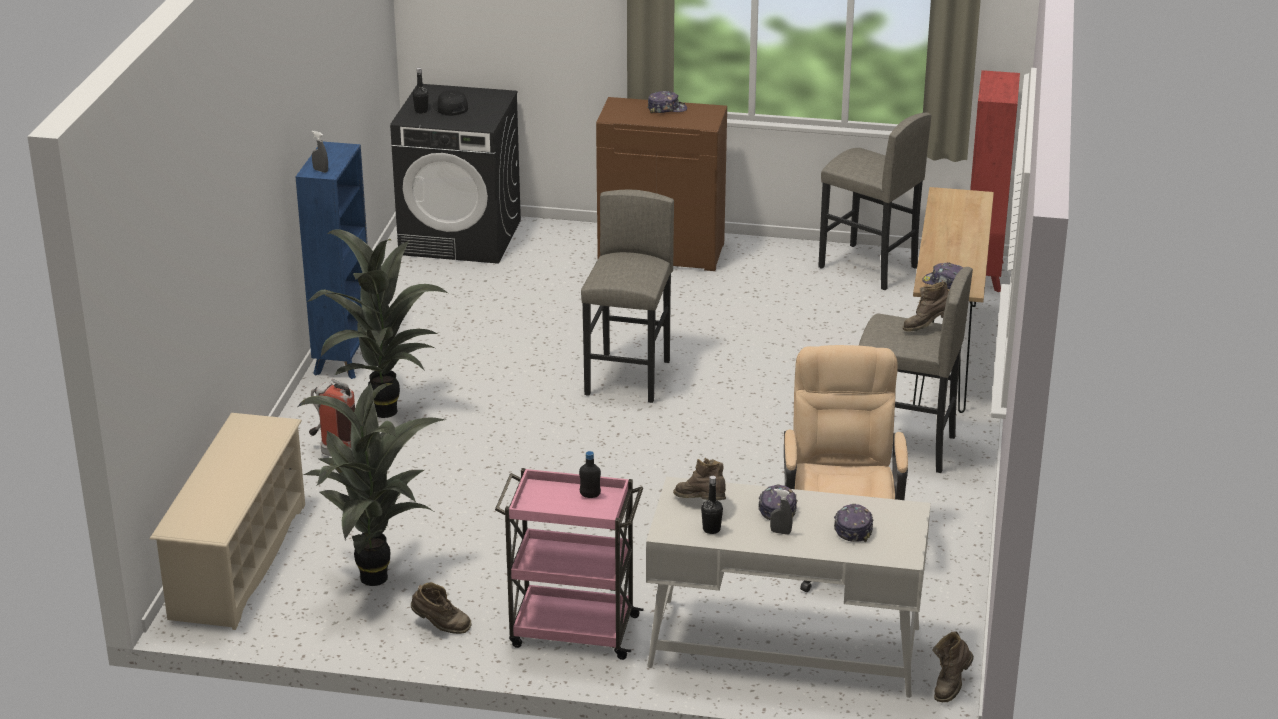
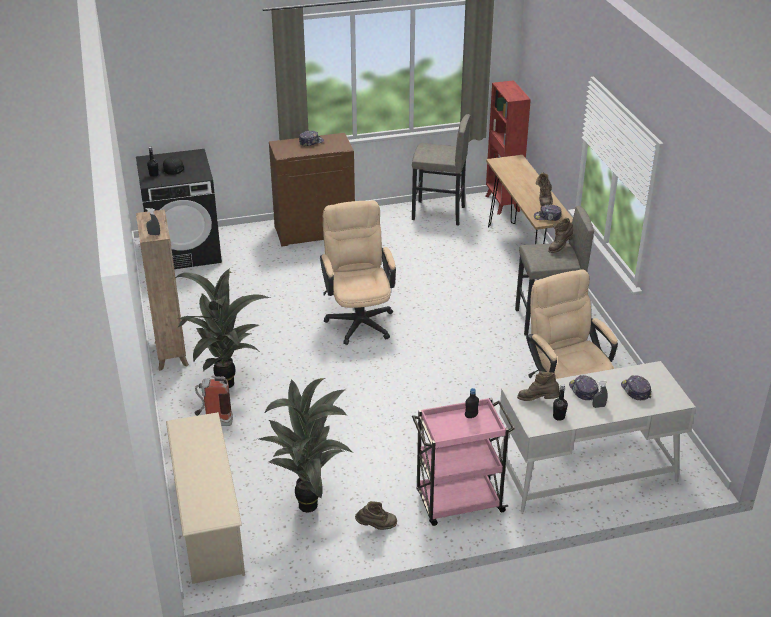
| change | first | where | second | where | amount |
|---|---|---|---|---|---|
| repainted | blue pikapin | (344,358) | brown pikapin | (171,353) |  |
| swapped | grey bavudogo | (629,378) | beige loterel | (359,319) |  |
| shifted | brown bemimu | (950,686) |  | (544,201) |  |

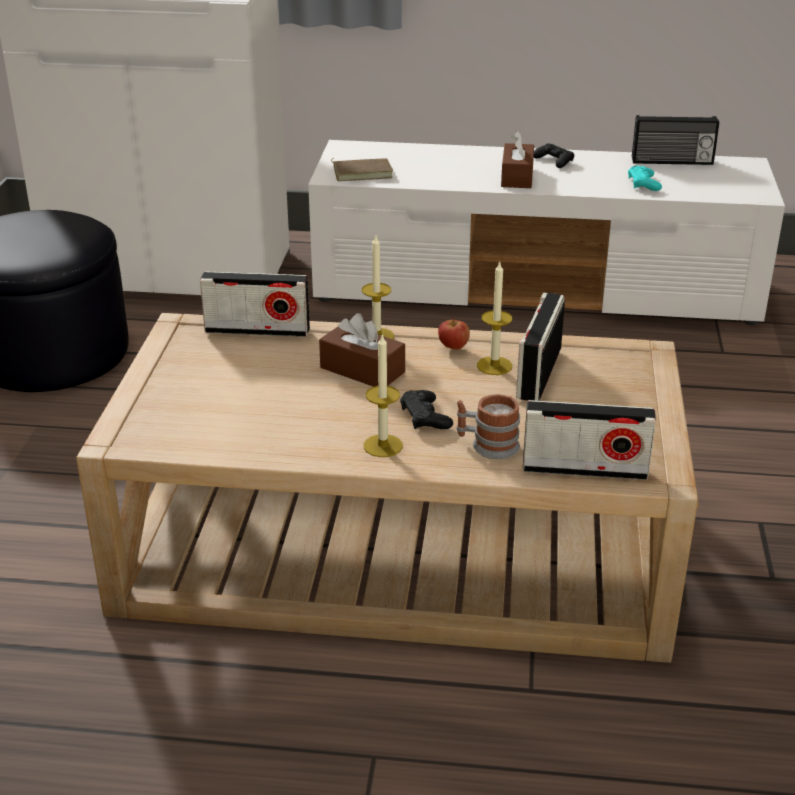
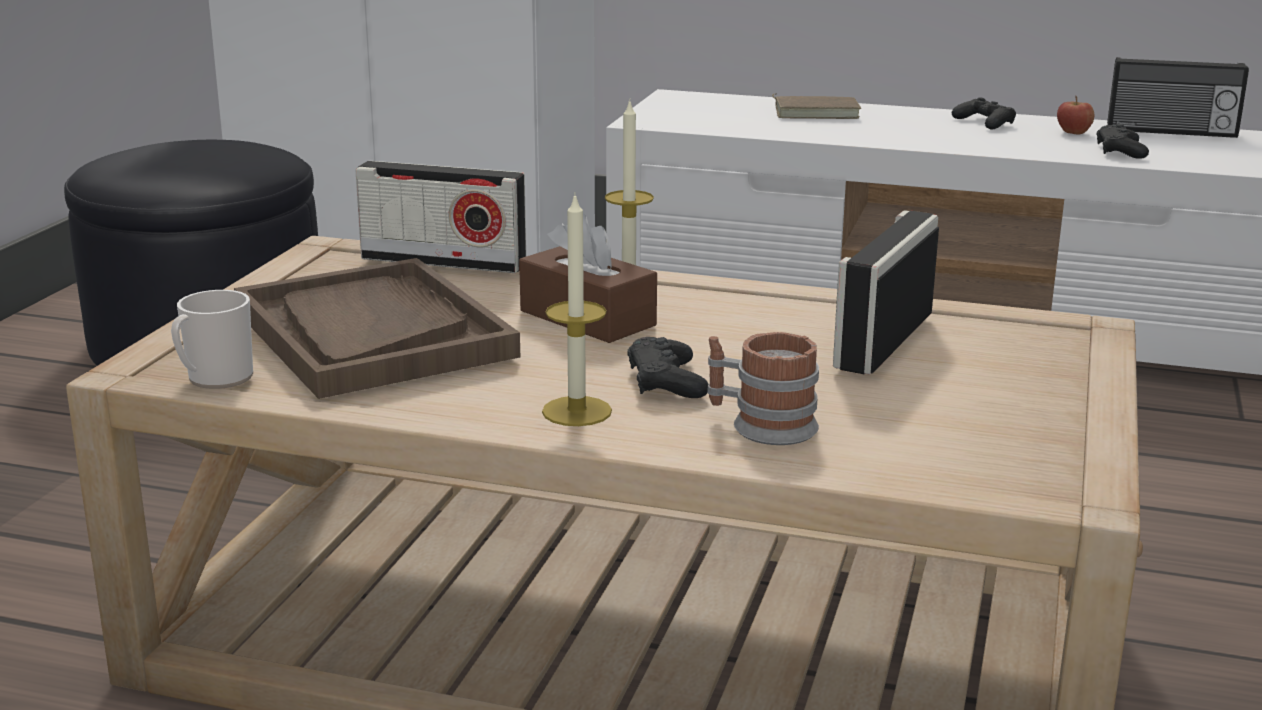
| change | first | where | second | where | amount |
|---|---|---|---|---|---|
| gone | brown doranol | (517,177) |  |  |  |
| shifted | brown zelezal | (362,172) |  | (816,112) |  |
| repainted | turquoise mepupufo | (643,184) | black mepupufo | (1120,151) |  |
| gone | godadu | (494,366) |  |  |  |
| shifted | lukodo | (453,347) |  | (1073,133) |  |
| gone | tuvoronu | (584,469) |  |  |  |
| new |  |  | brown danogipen | (372,333) |  |
| new |  |  | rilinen | (215,379) |  |

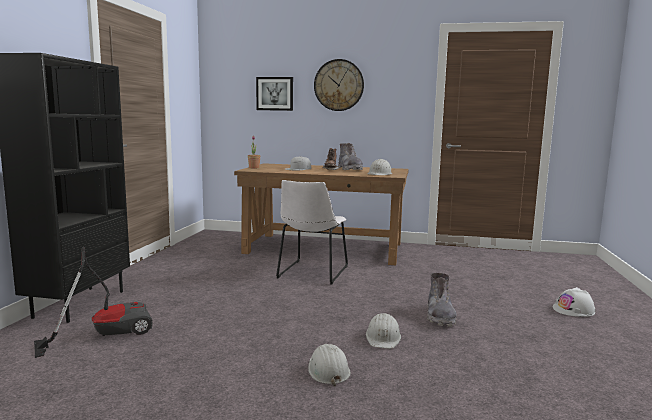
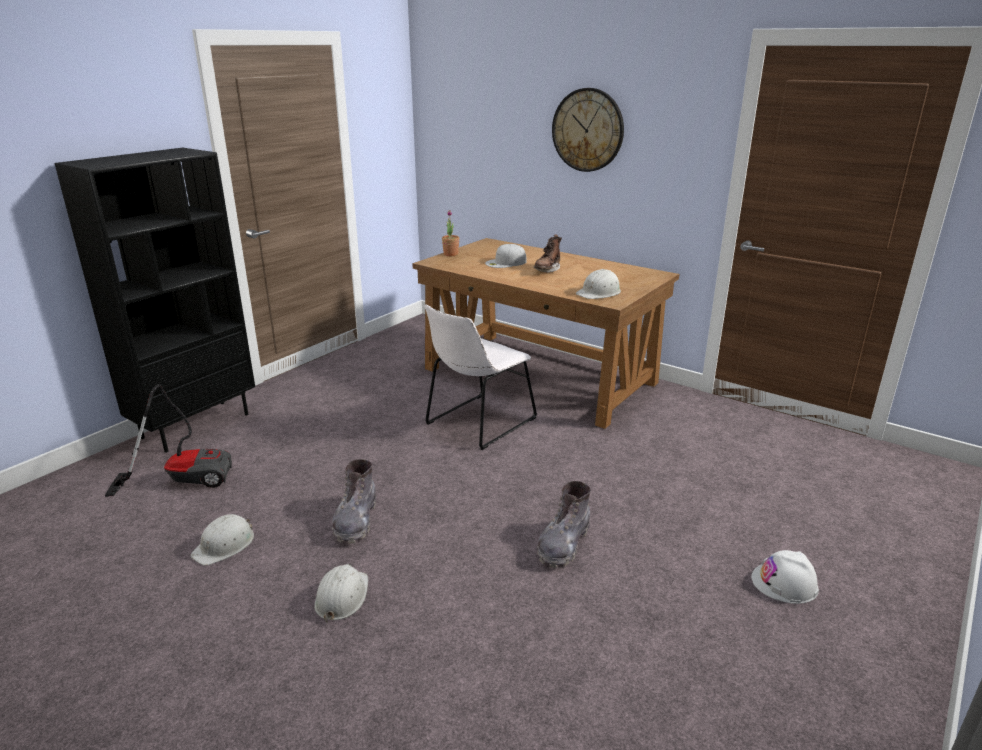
| change | first | where | second | where | amount |
|---|---|---|---|---|---|
| gone | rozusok | (275,94) |  |  |  |
| shifted | grey bemimu | (349,169) |  | (356,520) |  |
| shifted | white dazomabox | (383,337) |  | (225,545) |  |

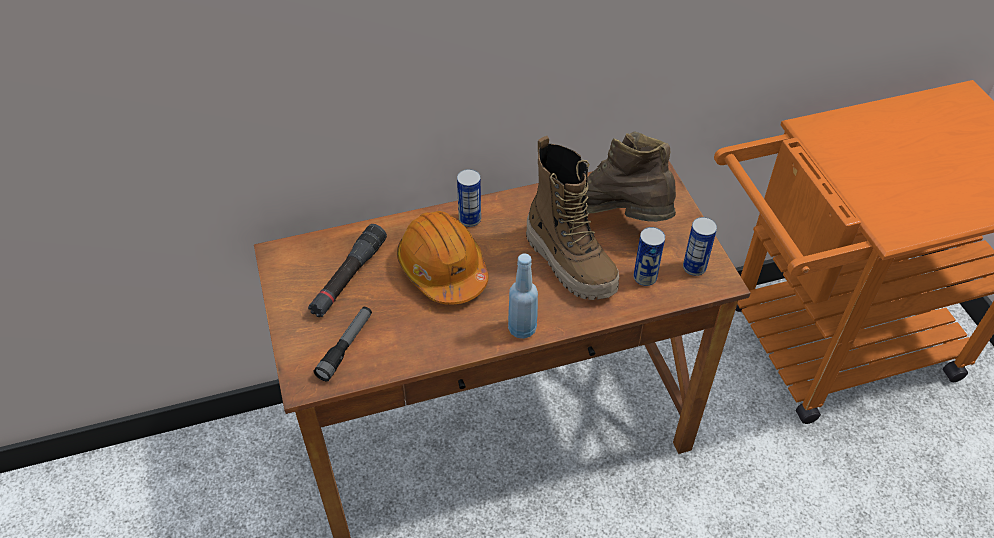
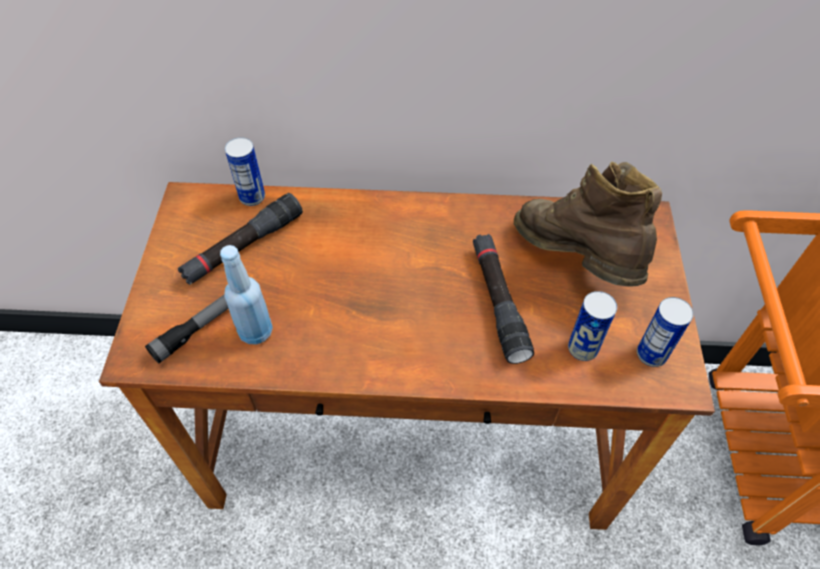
| change | first | where | second | where | amount |
|---|---|---|---|---|---|
| swapped | bemimu | (570,262) | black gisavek | (498,302) |  |
| shifted | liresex | (470,219) |  | (252,197) |  |
| gone | orange dazomabox | (442,269) |  |  |  |
| shifted | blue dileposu | (522,328) |  | (256,331) |  |

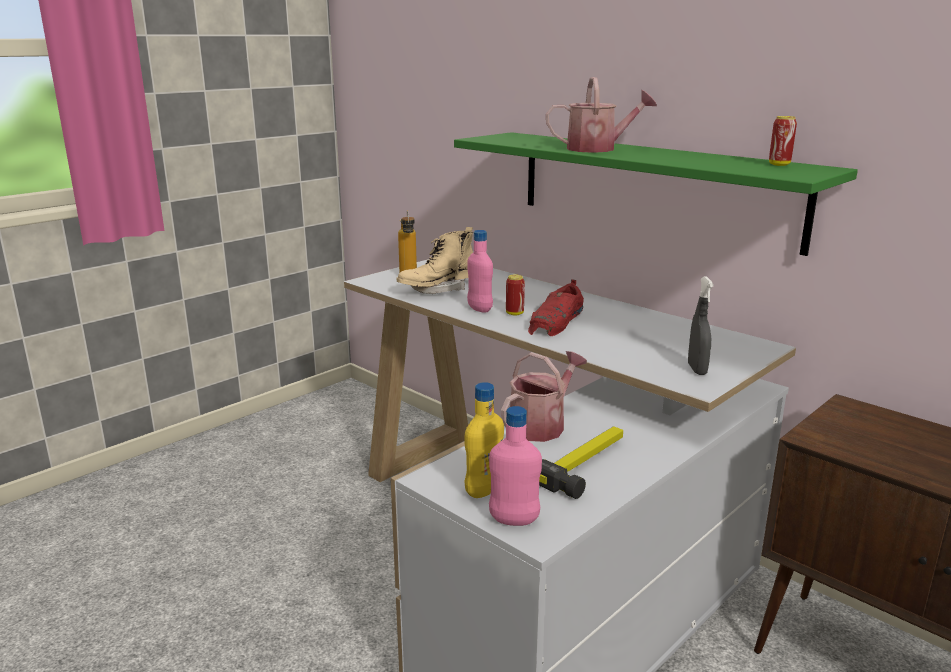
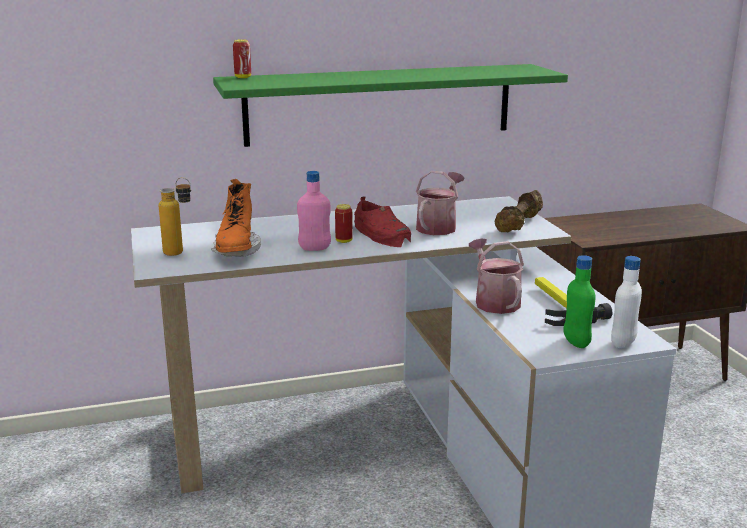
| change | first | where | second | where | amount |
|---|---|---|---|---|---|
| shifted | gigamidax | (598,149) |  | (438,226) |  |
| shifted | liresex | (779,164) |  | (243,77) |  |
| repainted | beige bemimu | (437,290) | orange bemimu | (236,251) |  |
| swapped | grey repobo | (697,369) | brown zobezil | (519,224) |  |
| repainted | yellow dileposu | (483,490) | green dileposu | (576,342) |  |
| repainted | pink dileposu | (514,520) | white dileposu | (623,343) |  |

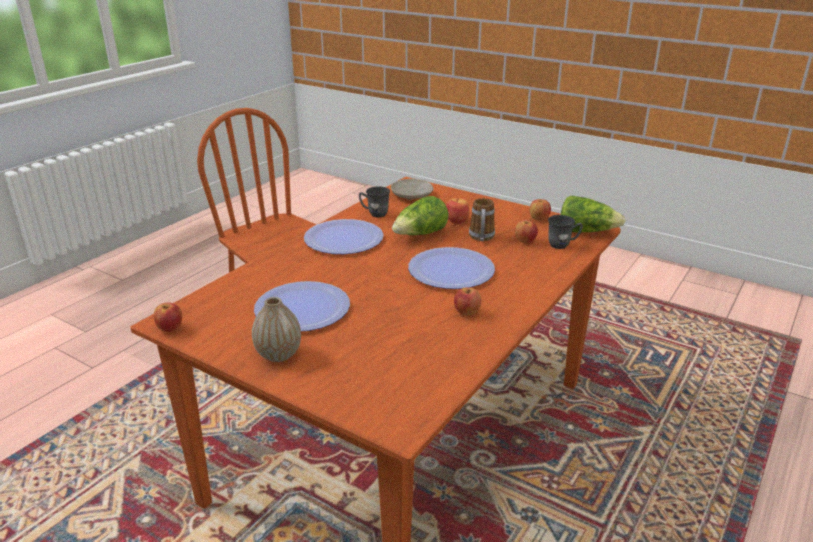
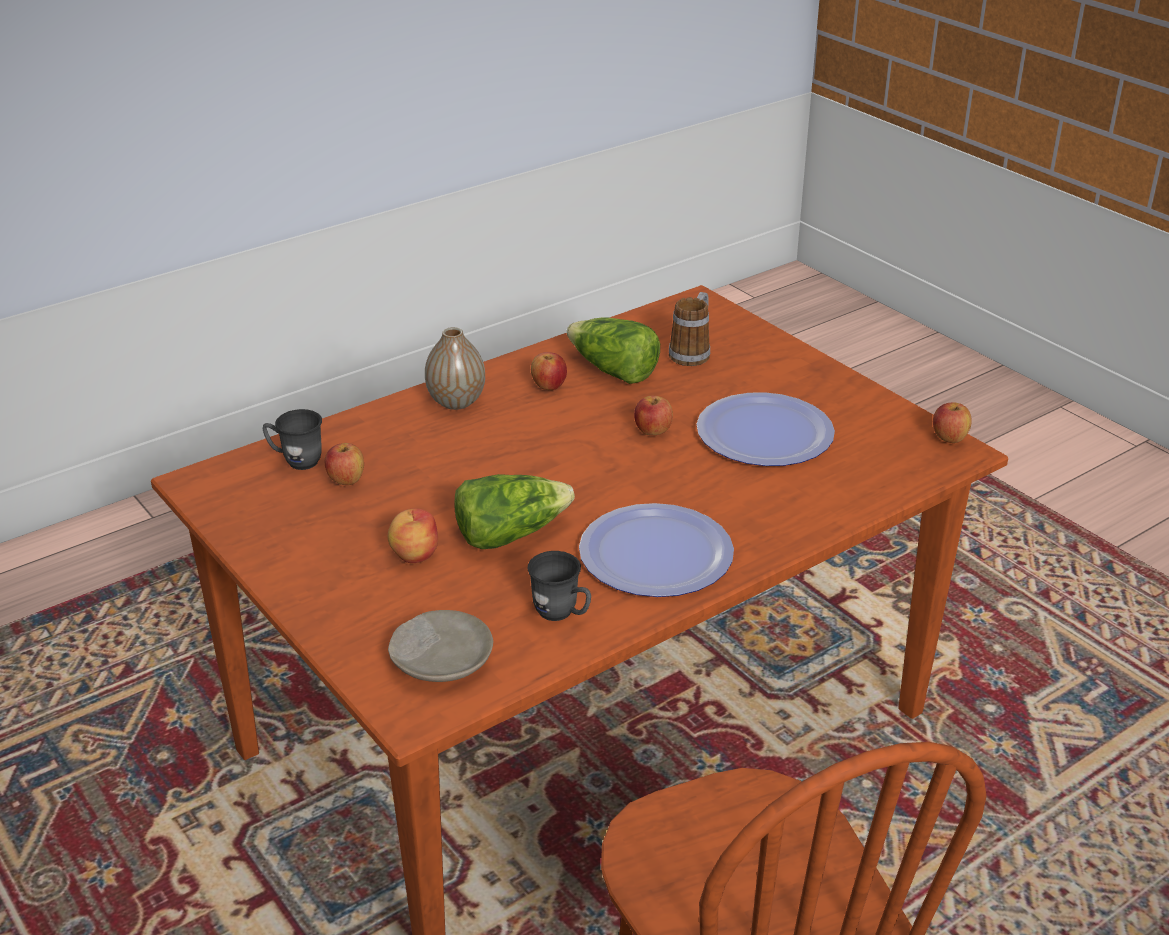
| change | first | where | second | where | amount |
|---|---|---|---|---|---|
| shifted | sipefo | (586,231) |  | (613,371) |  |
| shifted | rilinen | (481,238) |  | (692,352) |  |
| shifted | lukodo | (539,219) |  | (652,432) |  |
| gone | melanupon | (451,270) |  |  |  |
| shifted | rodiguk | (278,355) |  | (456,402) |  |

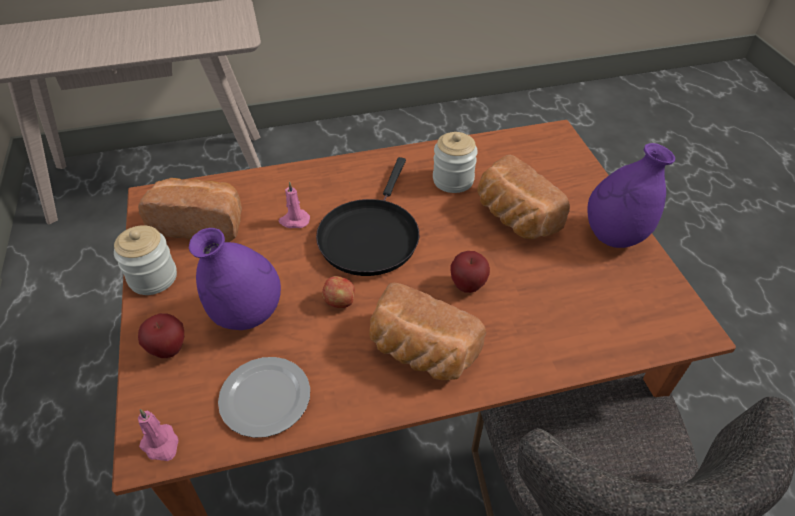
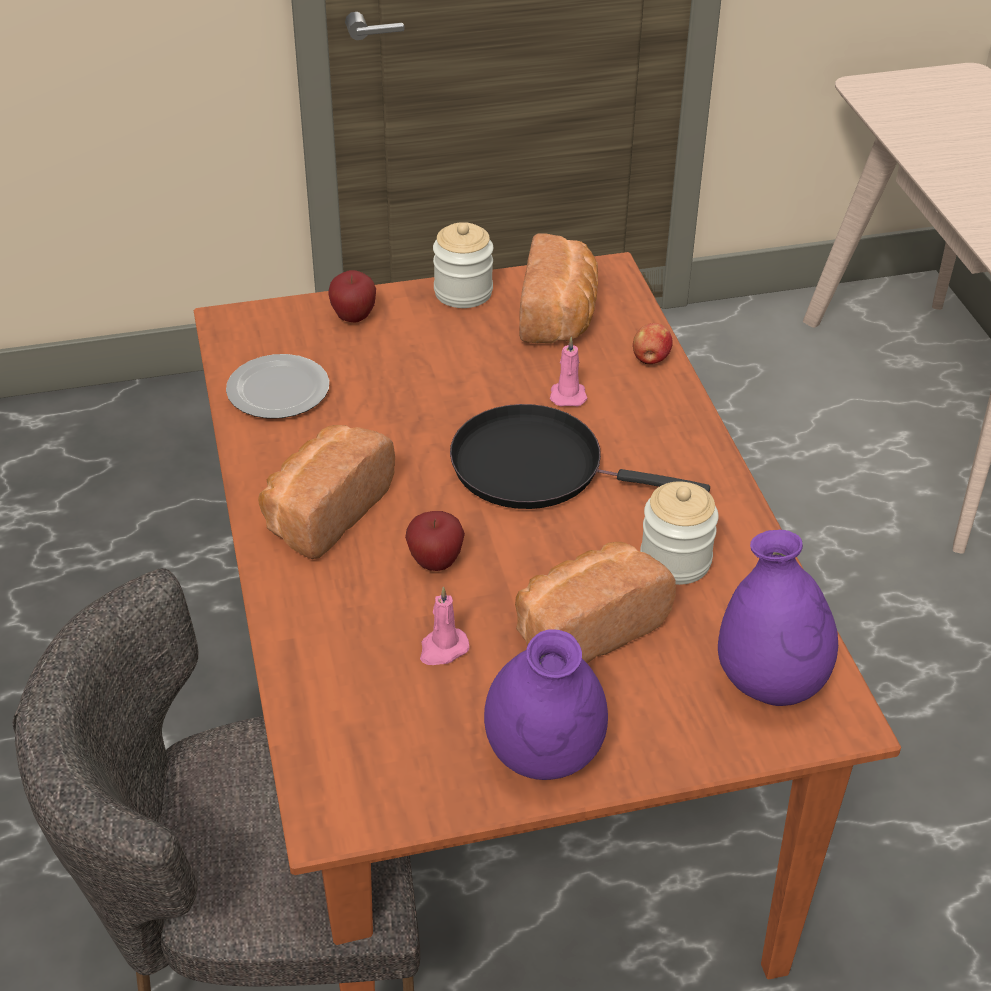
| change | first | where | second | where | amount |
|---|---|---|---|---|---|
| shifted | purple rodiguk | (247,315) |  | (770,685) |  |
| shifted | lukodo | (340,302) |  | (650,359) |  |
| shifted | pink godadu | (161,444) |  | (442,649) |  |

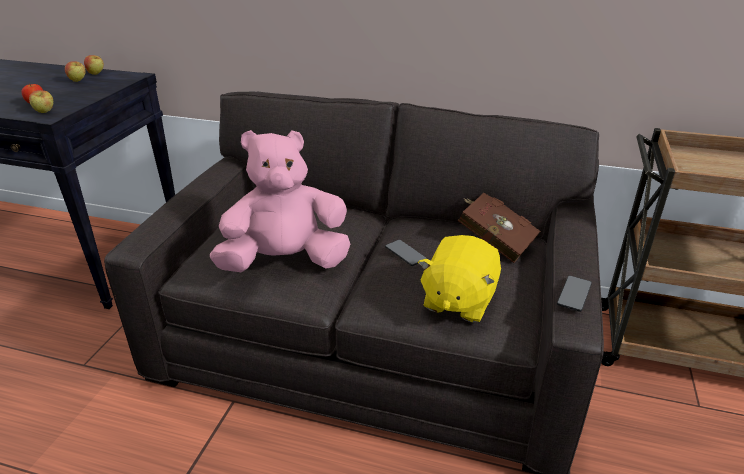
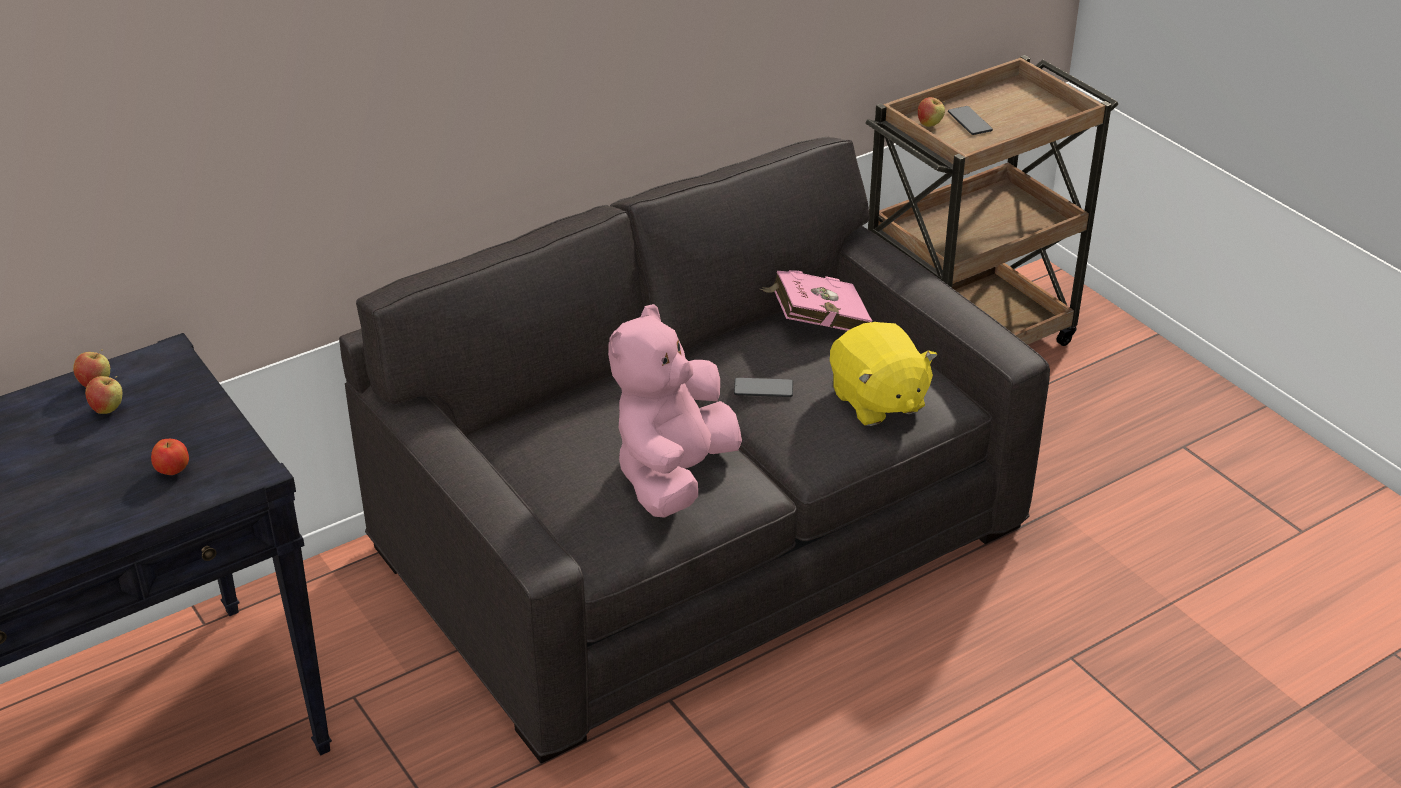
| change | first | where | second | where | amount |
|---|---|---|---|---|---|
| shifted | lukodo | (45,112) |  | (930,125) |  |
| repainted | brown zelezal | (494,241) | pink zelezal | (814,322) |  |
| shifted | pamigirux | (574,294) |  | (969,121) |  |

